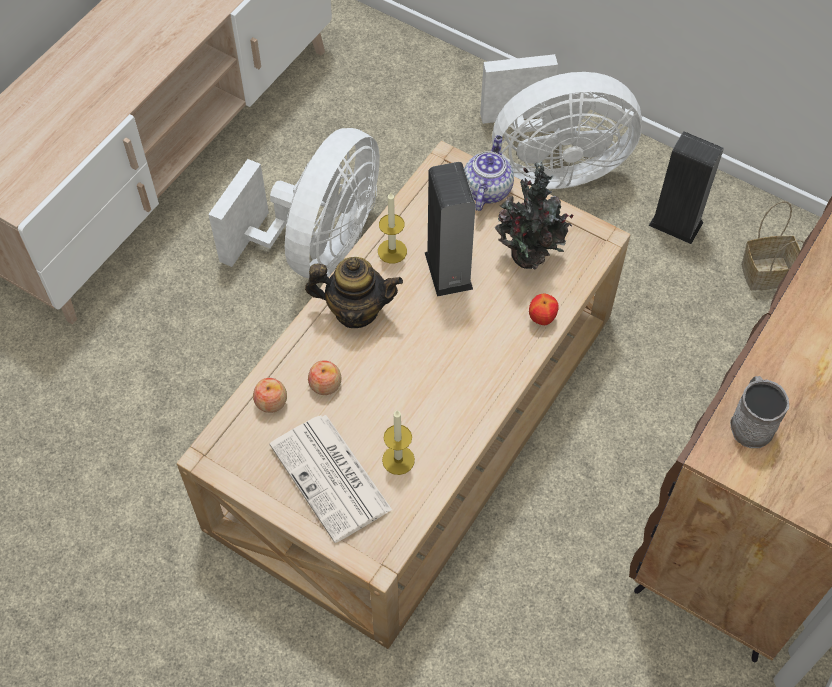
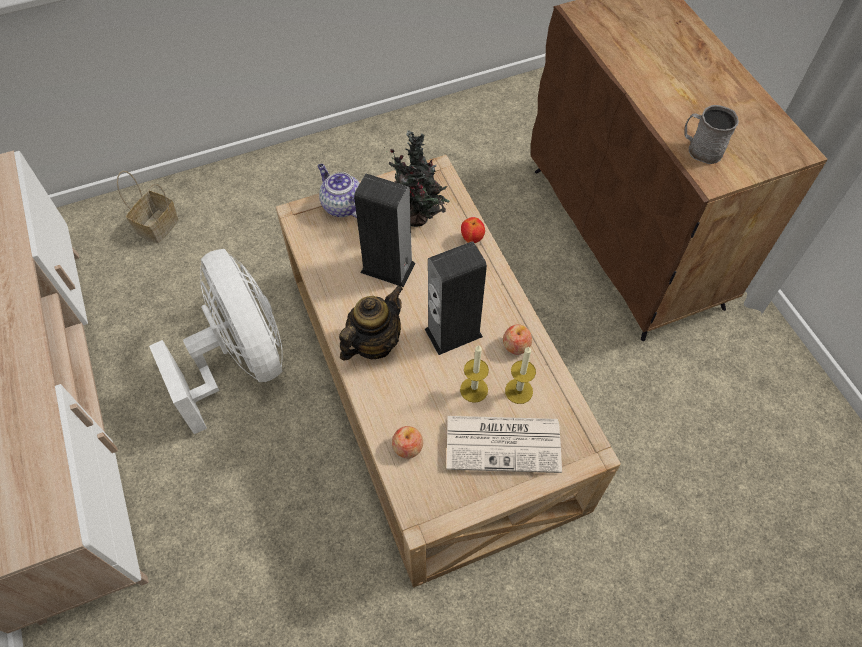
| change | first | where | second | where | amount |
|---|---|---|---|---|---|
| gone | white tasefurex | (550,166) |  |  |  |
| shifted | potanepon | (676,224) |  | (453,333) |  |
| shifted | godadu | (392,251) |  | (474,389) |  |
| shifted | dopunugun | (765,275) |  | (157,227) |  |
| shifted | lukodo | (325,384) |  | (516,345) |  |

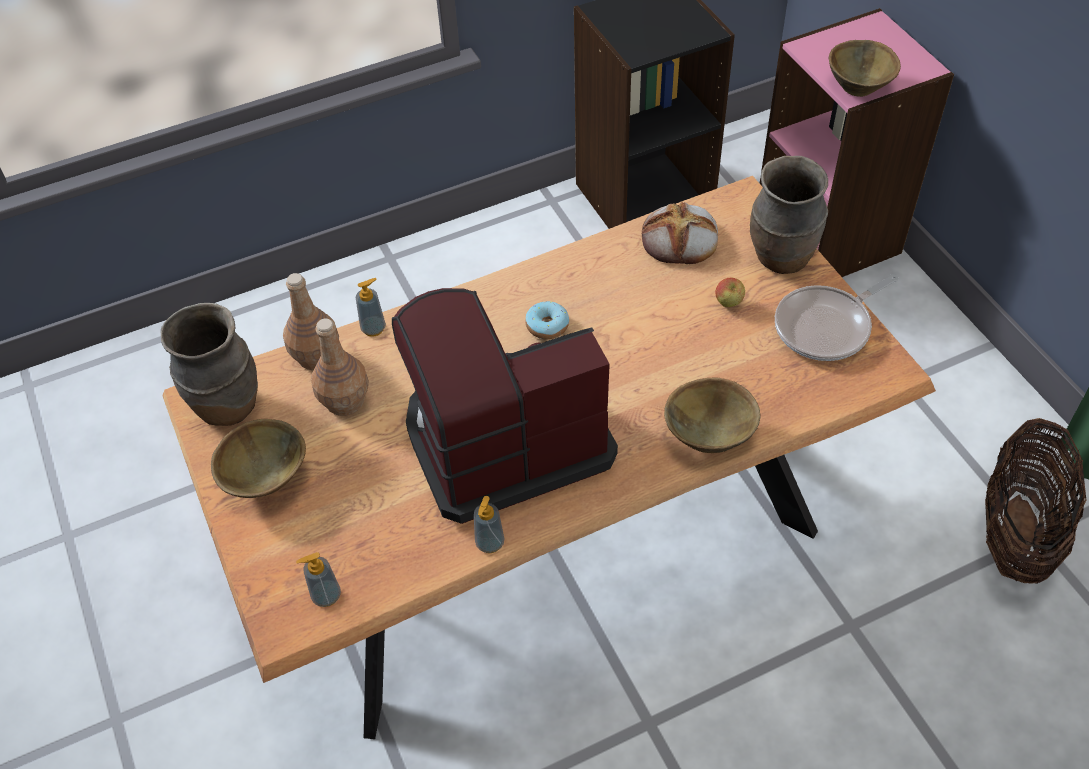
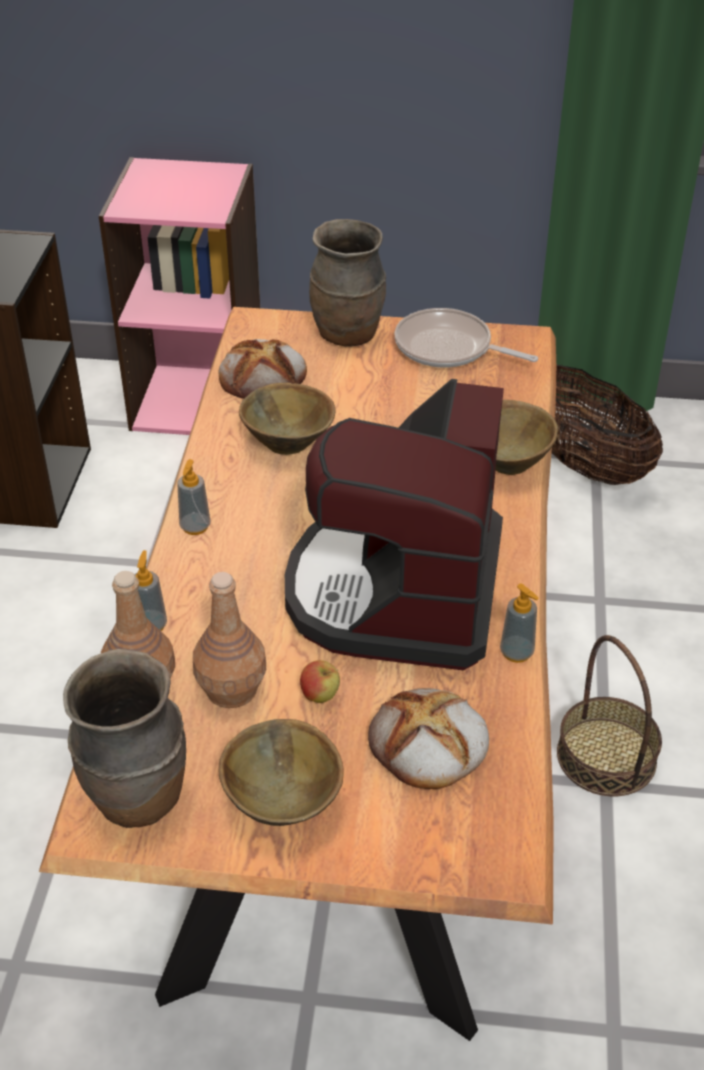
| change | first | where | second | where | amount |
|---|---|---|---|---|---|
| shifted | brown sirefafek | (859,87) |  | (289,442) |  |
| rotated | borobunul | (826,327) |  | (448,348) | 120 degrees clockwise |
| shifted | lukodo | (728,303) |  | (320,696) |  |
| gone | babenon | (547,326) |  |  |  |
| shifted | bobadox | (326,596) |  | (195,527) |  |
| new |  |  | dopunugun | (606,756) |  |
| new |  |  | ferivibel | (428,744) |  |

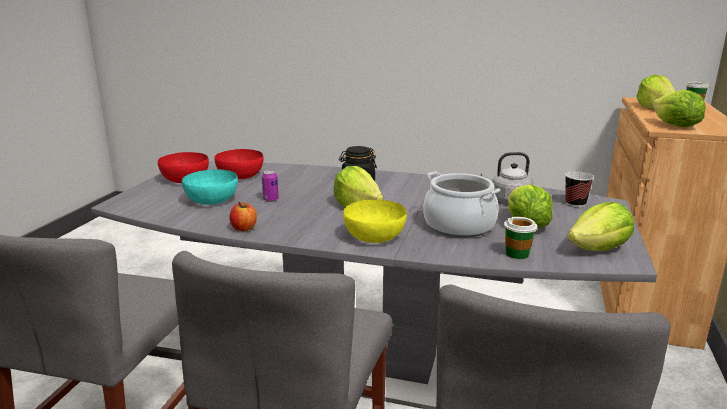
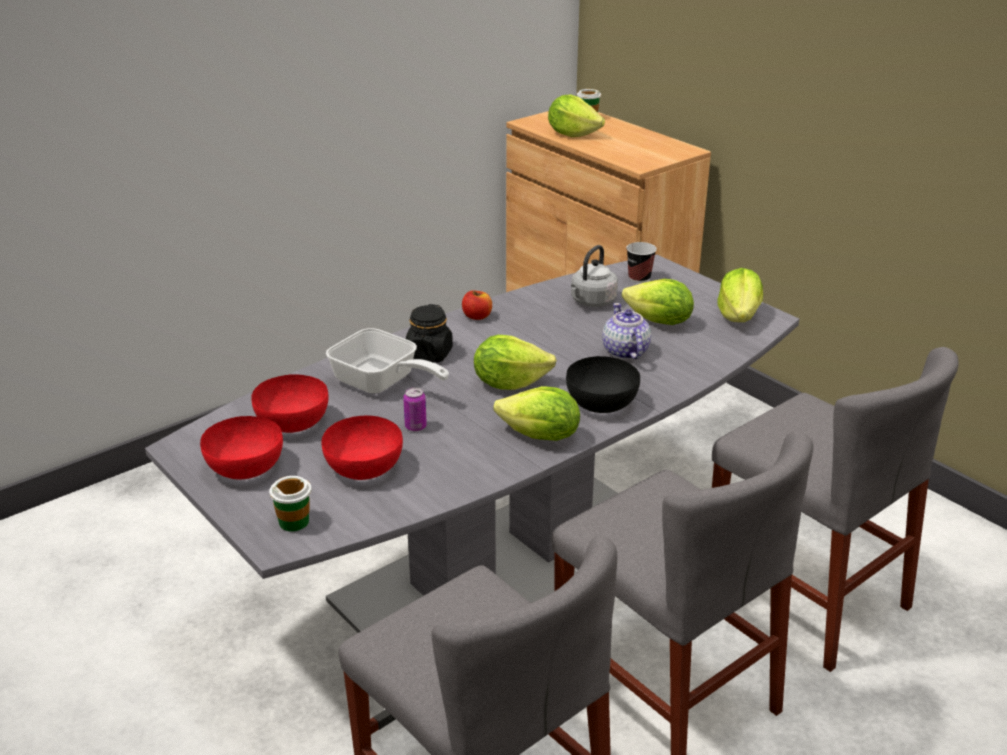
| change | first | where | second | where | amount |
|---|---|---|---|---|---|
| shifted | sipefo | (675,126) |  | (540,436) |  |
| repainted | turquoise sirefafek | (212,200) | red sirefafek | (365,467) |  |
| swapped | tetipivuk | (459,226) | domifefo | (625,352) |  |
| repainted | yellow sirefafek | (375,237) | black sirefafek | (602,403) |  |
| shifted | lukodo | (244,228) |  | (477,316) |  |
| shifted | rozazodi | (517,254) |  | (294,522) |  |
| new |  |  | borobunul | (381,383) |  |

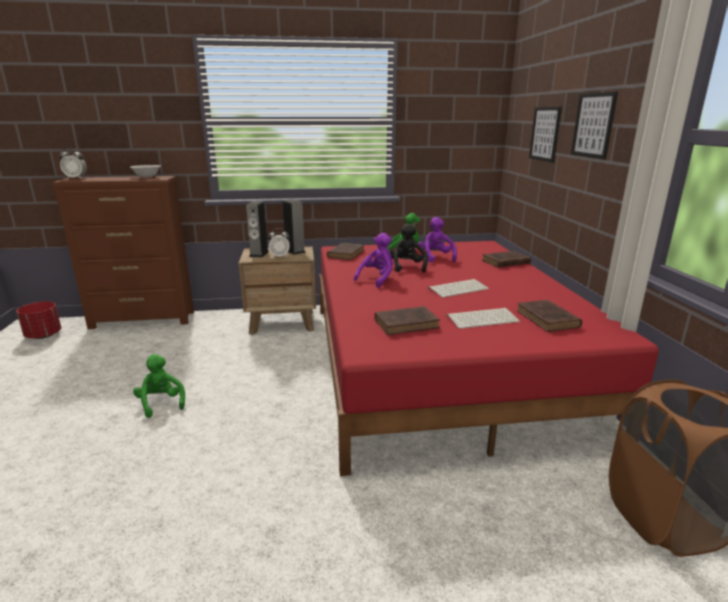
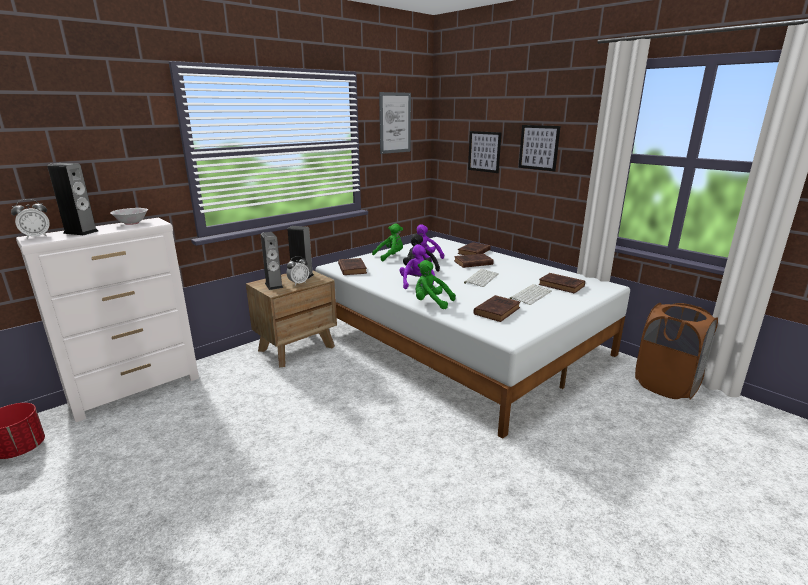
| change | first | where | second | where | amount |
|---|---|---|---|---|---|
| repainted | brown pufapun | (143,320) | white pufapun | (137,390) |  |
| repainted | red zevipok | (438,362) | white zevipok | (459,341) |  |
| shifted | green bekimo | (161,403) |  | (431,302) |  |
| new |  |  | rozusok | (395,123) |  |
| new |  |  | potanepon | (81,232) |  |
| new |  |  | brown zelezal | (472,263) |  |

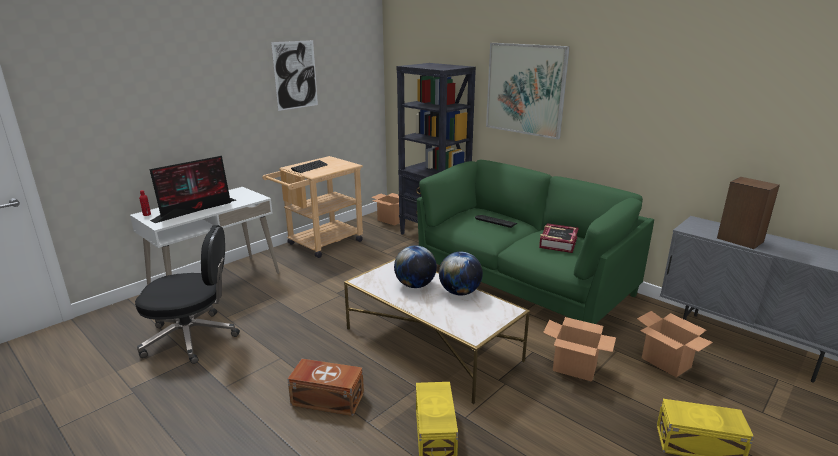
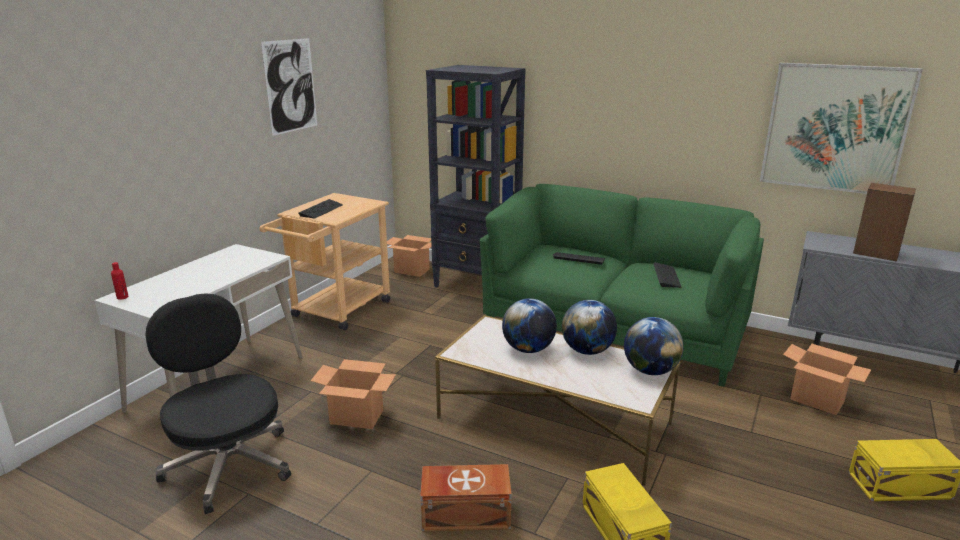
| change | first | where | second | where | amount |
|---|---|---|---|---|---|
| shifted | rozusok | (525,89) |  | (835,128) |  |
| gone | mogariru | (197,209) |  |  |  |
| swapped | zelezal | (558,242) | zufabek | (666,276) |  |
| rotated | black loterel | (192,337) |  | (229,464) | 105 degrees counterclockwise |
| shifted | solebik | (575,368) |  | (357,417) |  |
| new |  |  | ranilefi | (650,371) |  |

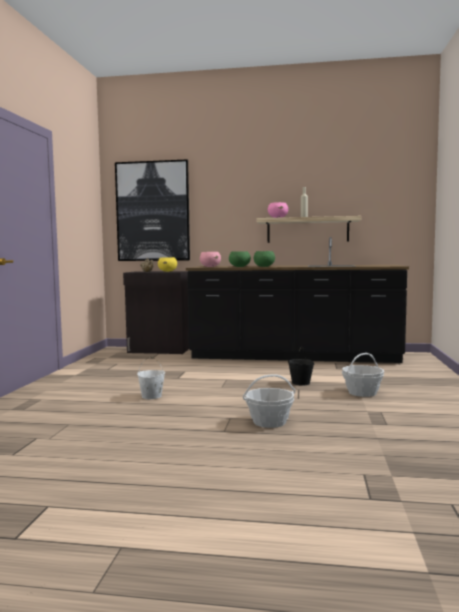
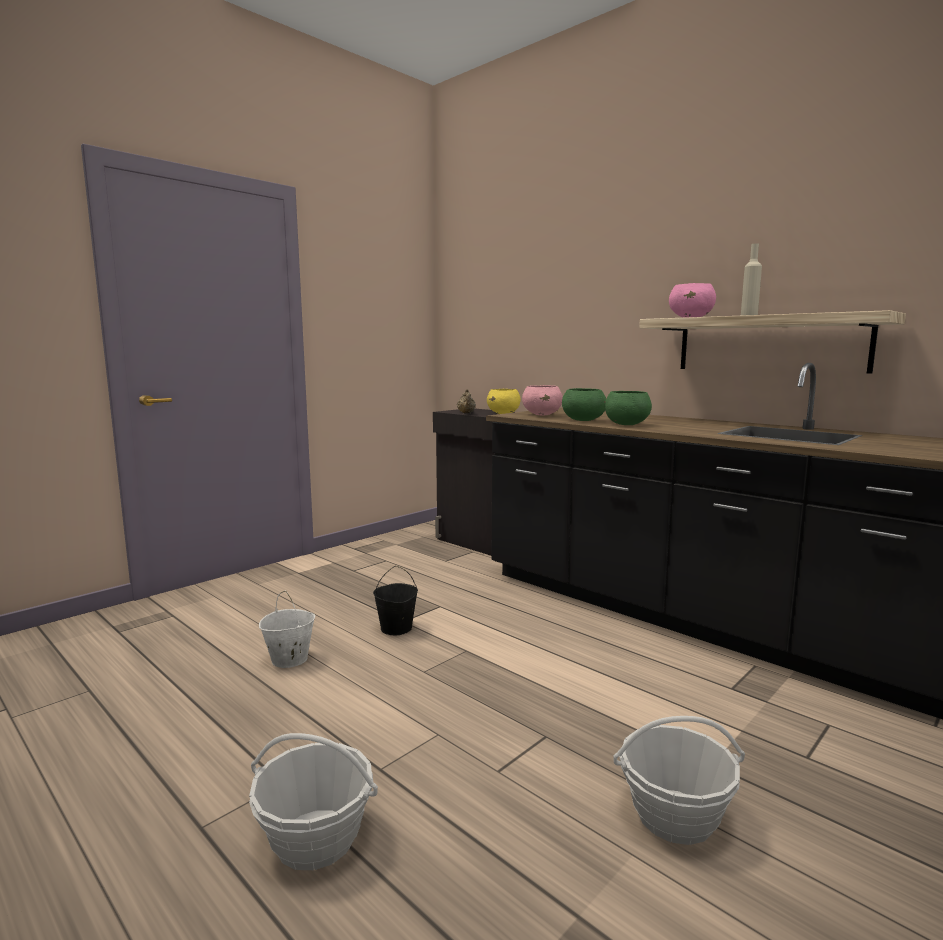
| change | first | where | second | where | amount |
|---|---|---|---|---|---|
| gone | rozusok | (153,211) |  |  |  |
| shifted | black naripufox | (301,383) |  | (396,628) |  |

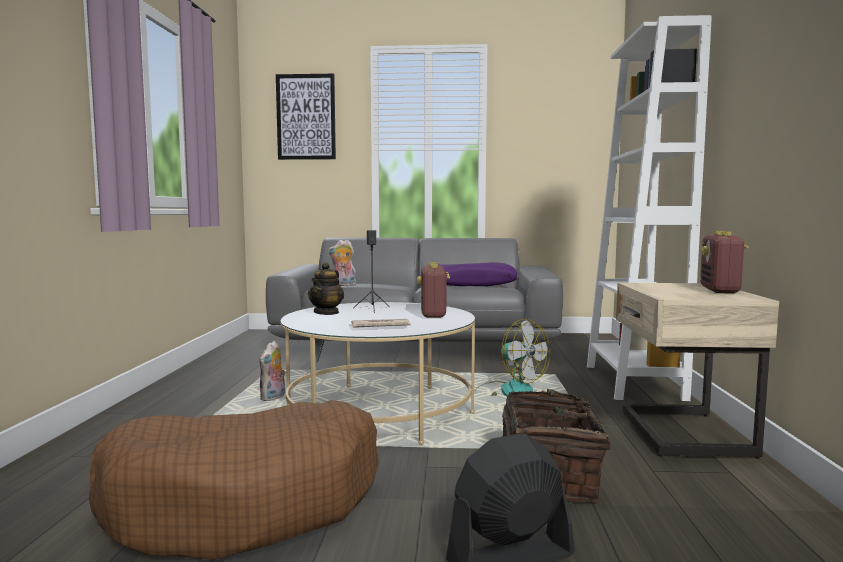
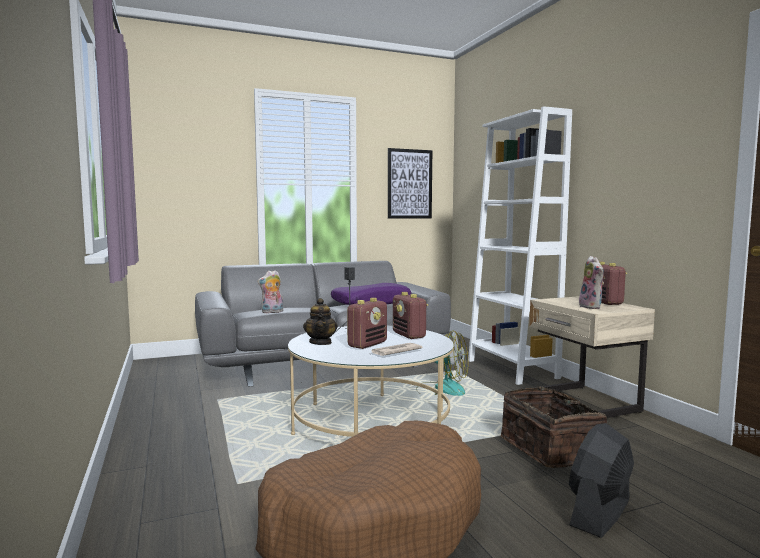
| change | first | where | second | where | amount |
|---|---|---|---|---|---|
| shifted | rozusok | (306,117) |  | (409,184) |  |
| shifted | bekimo | (273,398) |  | (592,307) |  |
| new |  |  | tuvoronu | (367,344) |  |

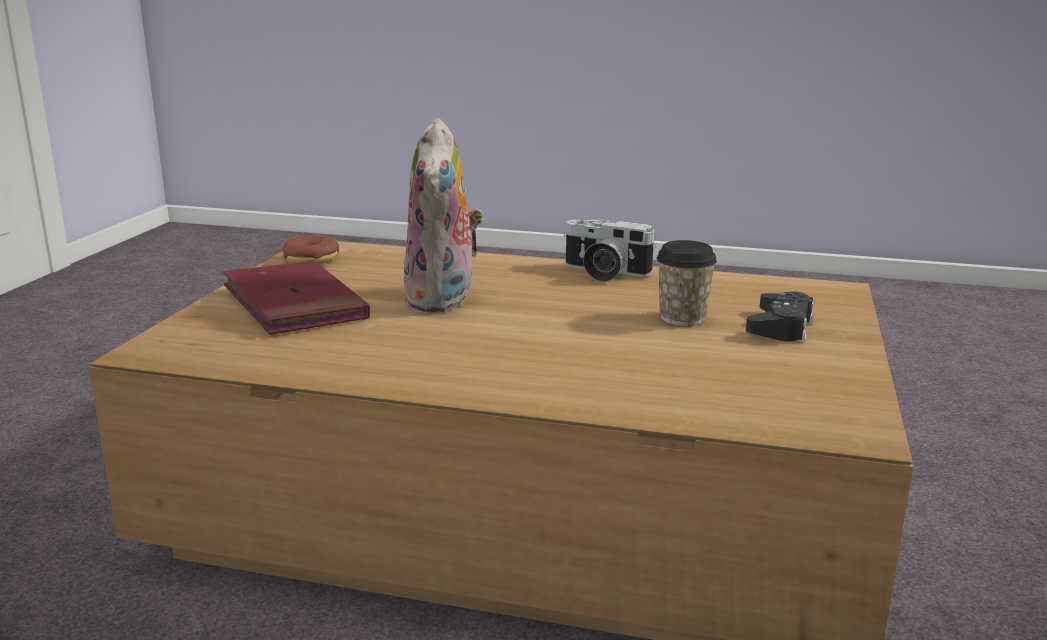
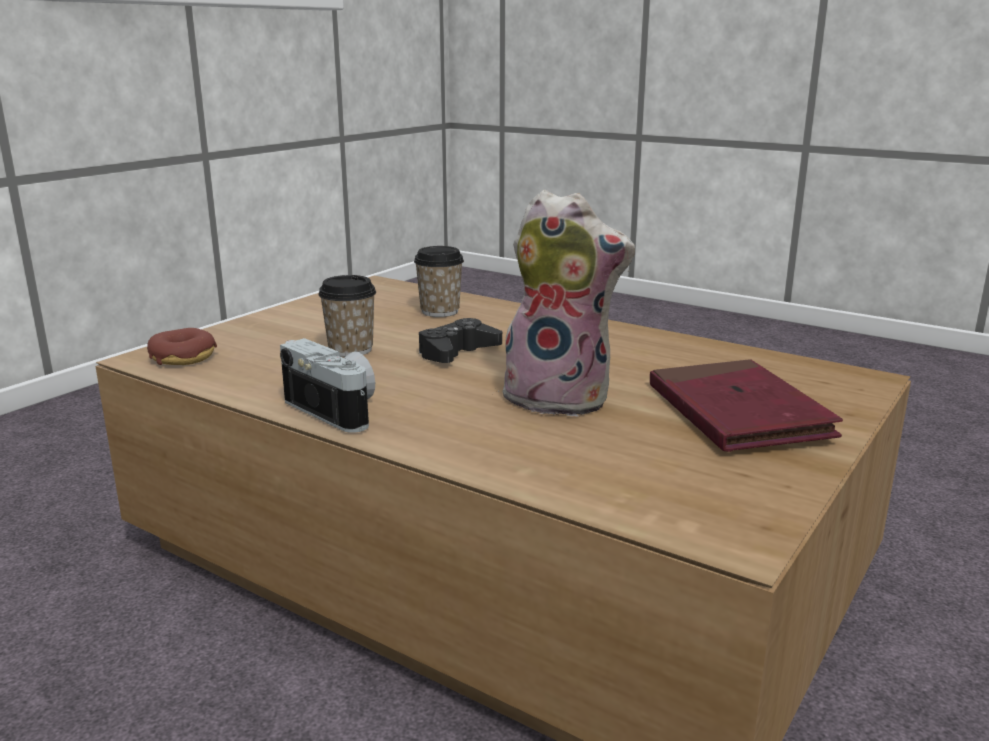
| change | first | where | second | where | amount |
|---|---|---|---|---|---|
| rotated | bekimo | (444,299) |  | (561,398) | 90 degrees clockwise |
| shifted | babenon | (311,259) |  | (183,357) |  |
| shifted | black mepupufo | (780,327) |  | (457,352) |  |
| new |  |  | rozazodi | (440,311) |  |

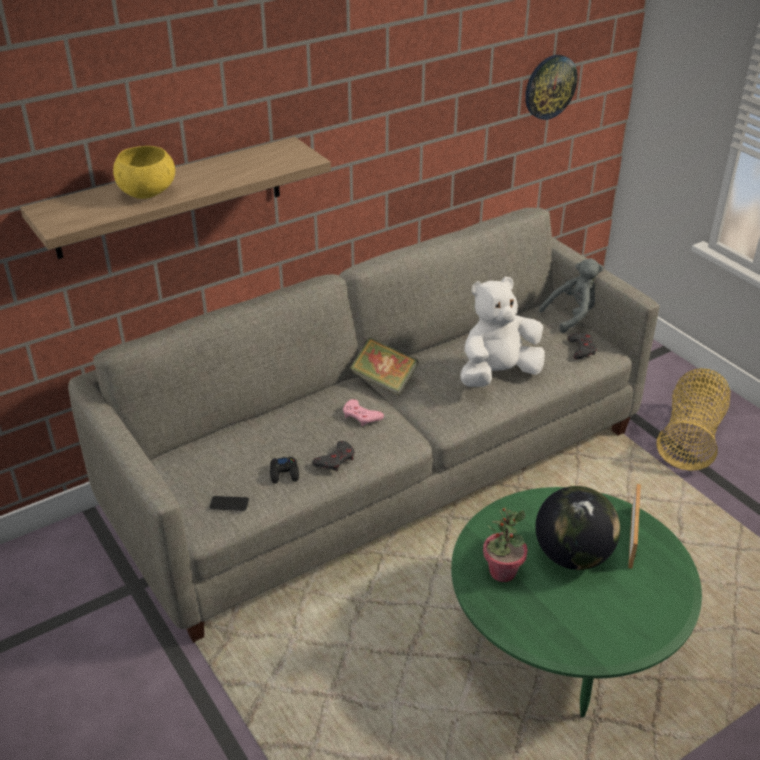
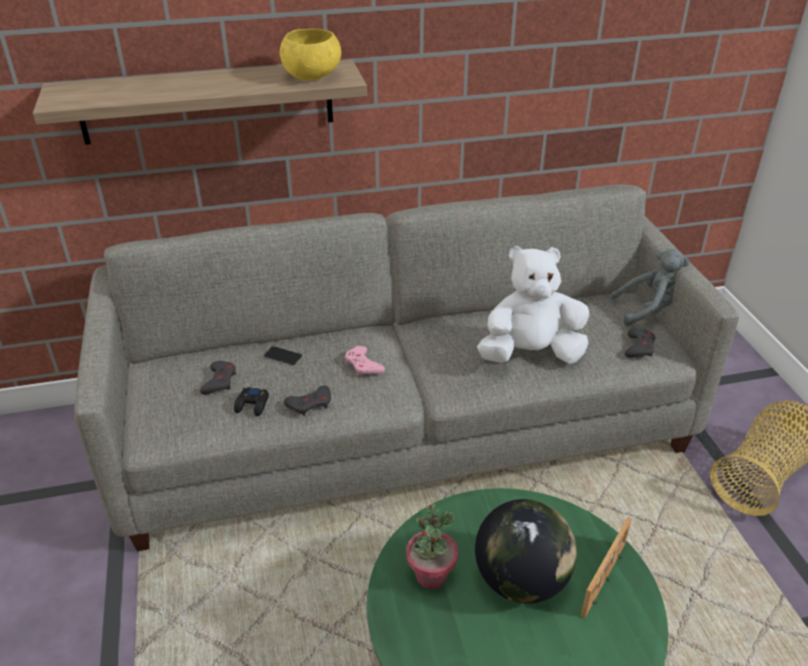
| change | first | where | second | where | amount |
|---|---|---|---|---|---|
| gone | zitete | (550,86) |  |  |  |
| shifted | yellow sirefafek | (148,193) |  | (312,77) |  |
| gone | zelezal | (384,381) |  |  |  |
| shifted | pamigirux | (229,504) |  | (283,356) |  |
| new |  |  | grey mepupufo | (219,381) |  |

